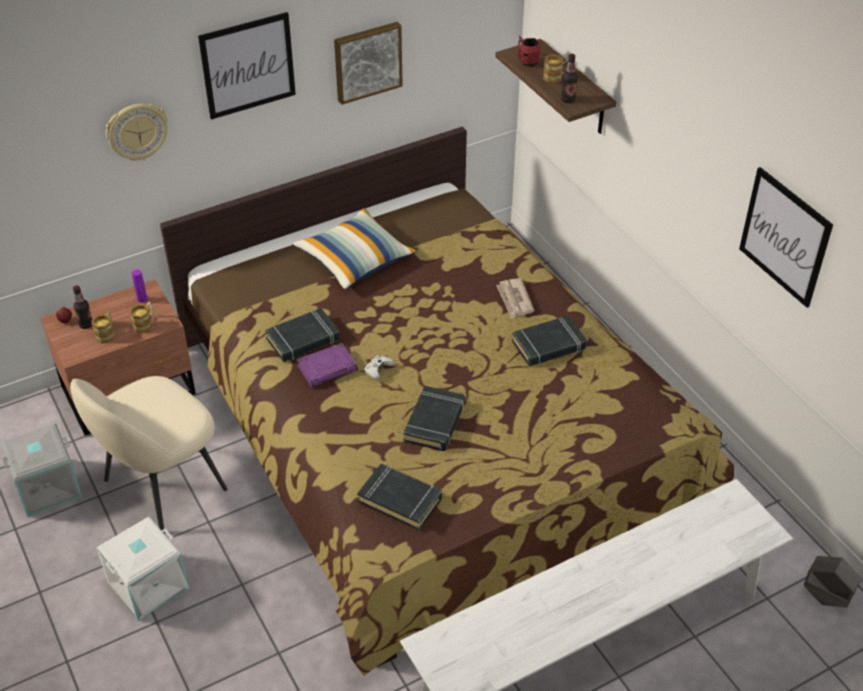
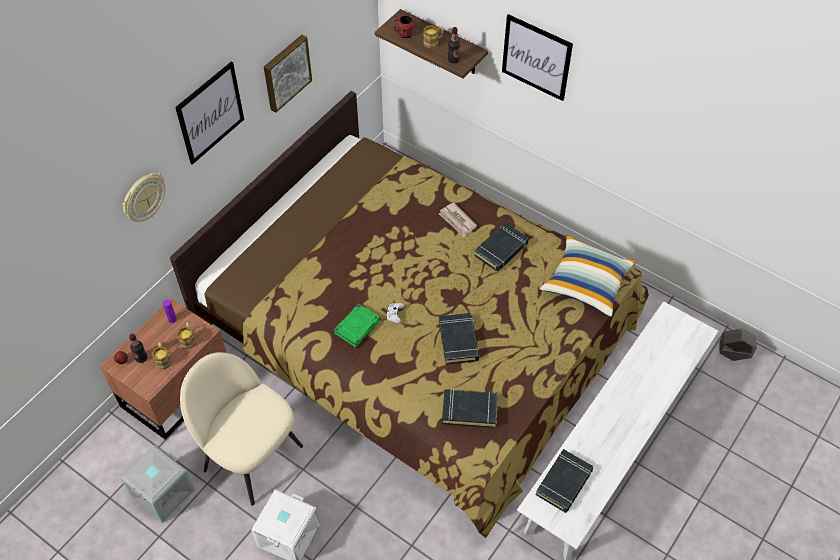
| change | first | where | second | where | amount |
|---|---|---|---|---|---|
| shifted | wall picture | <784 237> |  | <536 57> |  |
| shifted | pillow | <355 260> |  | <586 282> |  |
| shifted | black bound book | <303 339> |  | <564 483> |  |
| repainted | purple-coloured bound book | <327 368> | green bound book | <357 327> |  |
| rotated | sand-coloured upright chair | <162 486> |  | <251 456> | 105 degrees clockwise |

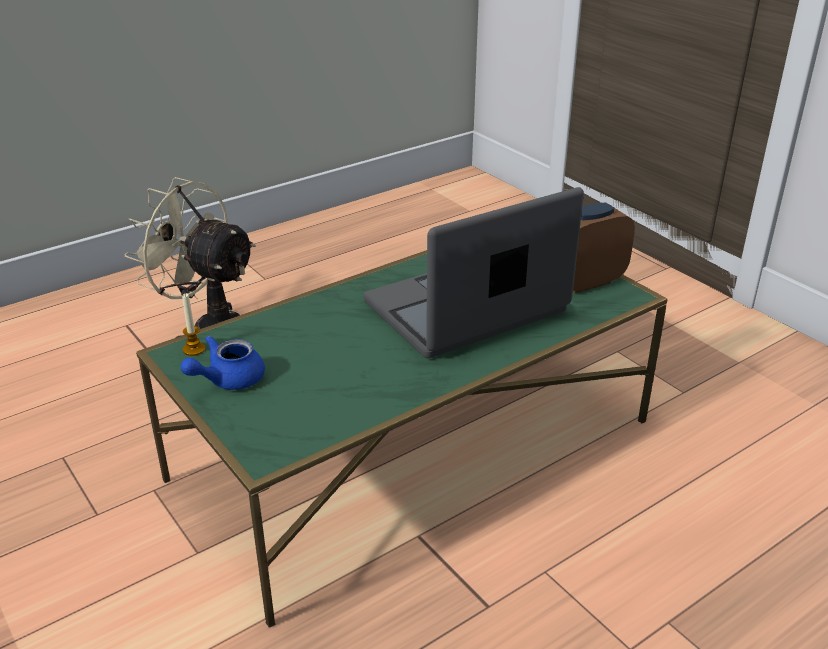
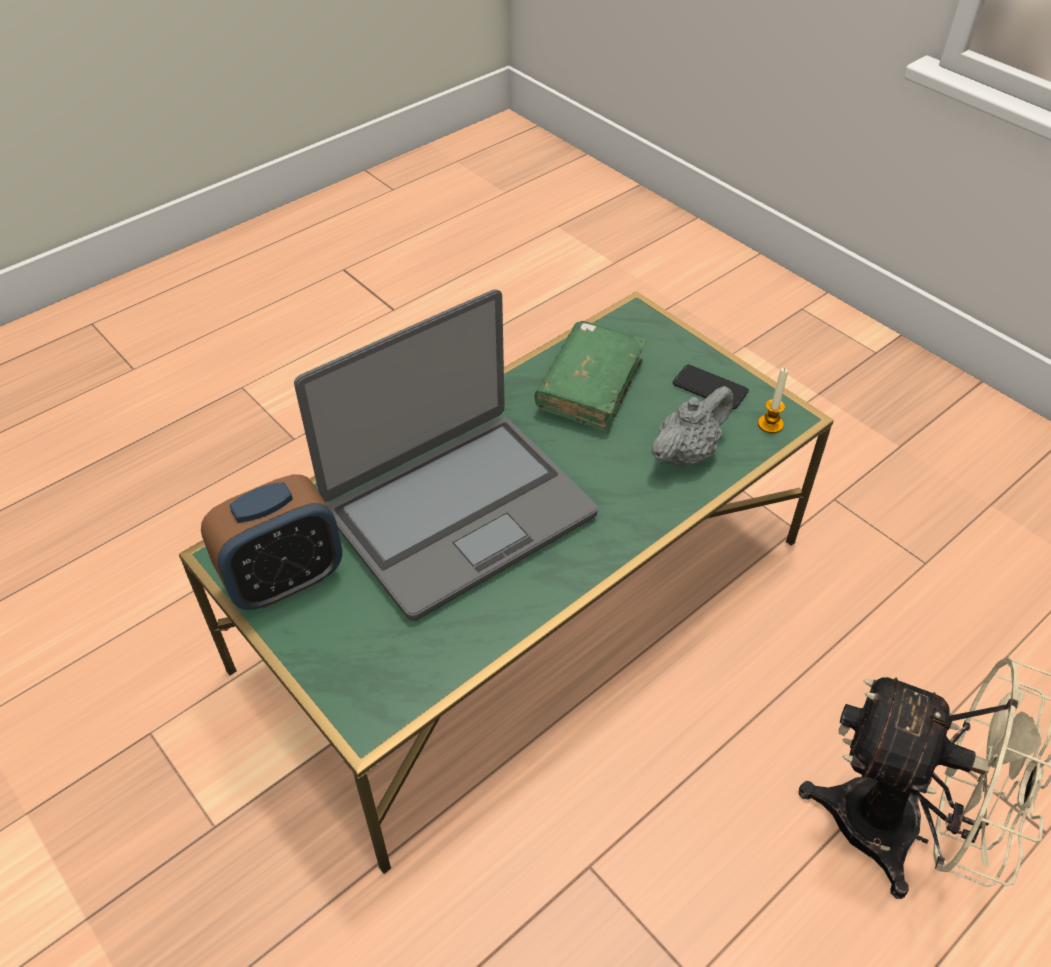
| change | first | where | second | where | amount |
|---|---|---|---|---|---|
| swapped | blue teapot | <228 380> | handset | <710 388> |  |
| new |  |  | green bound book | <590 387> |  |
| new |  |  | gray teapot | <687 453> |  |

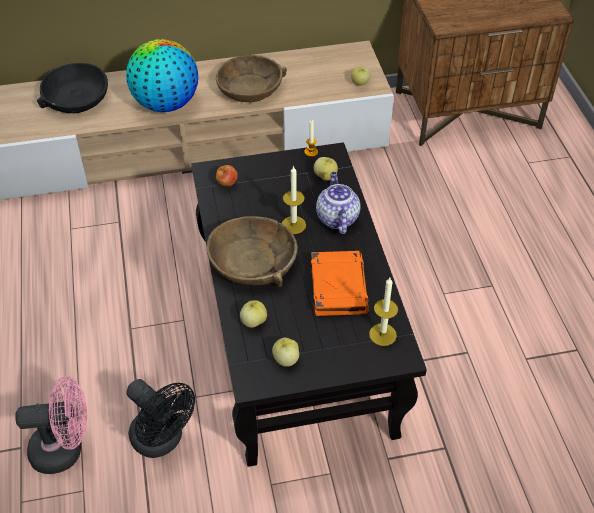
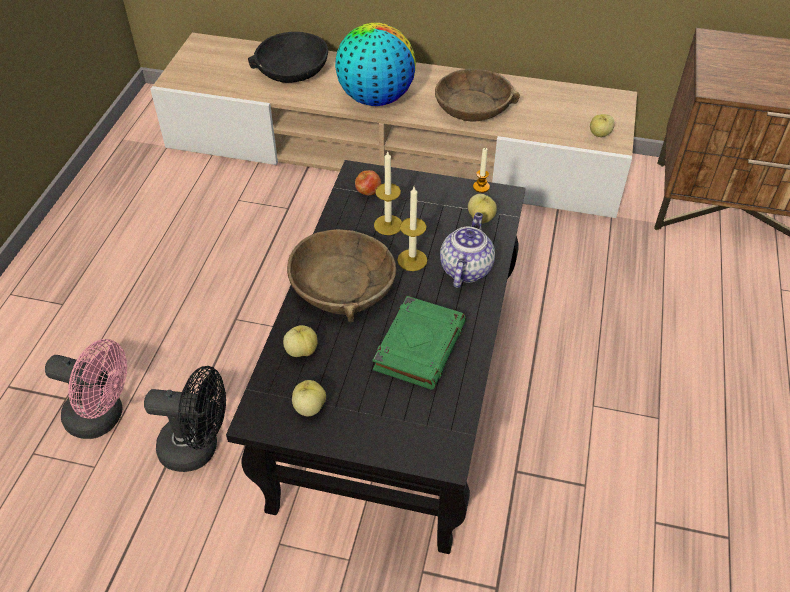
| change | first | where | second | where | amount |
|---|---|---|---|---|---|
| repainted | orangey bound book | <338 286> | green bound book | <419 346> |  |
| shifted | wax candle | <382 334> |  | <388 225> |  |
| rotated | black fan | <162 440> |  | <198 448> | 60 degrees counterclockwise |

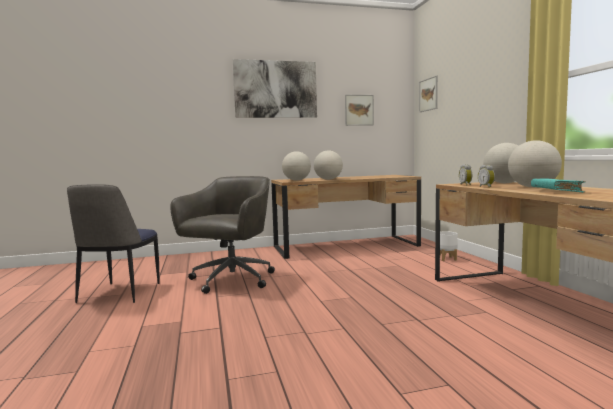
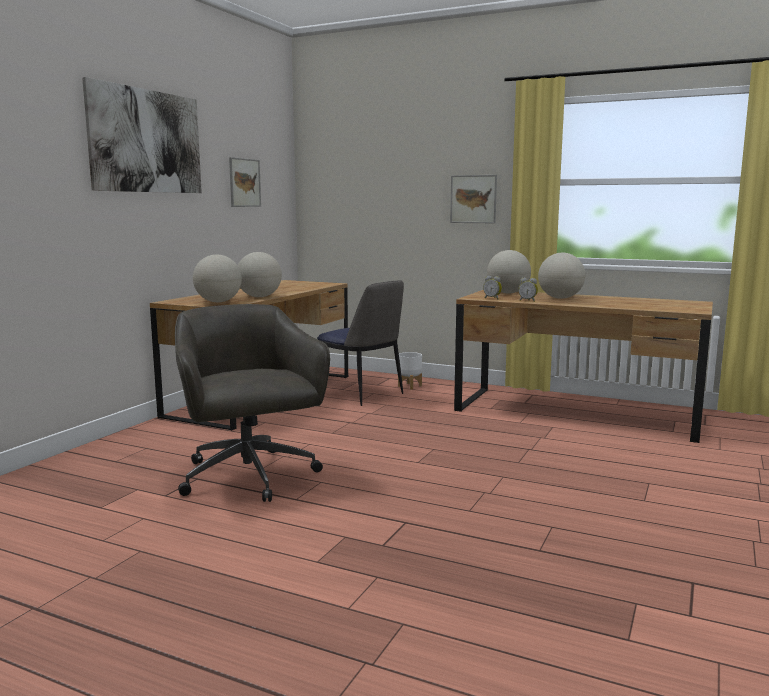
| change | first | where | second | where | amount |
|---|---|---|---|---|---|
| shifted | wall picture | <428 94> |  | <473 199> |  |
| gone | blue-green bound book | <556 191> |  |  |  |
| shifted | upright chair | <119 293> |  | <362 395> |  |

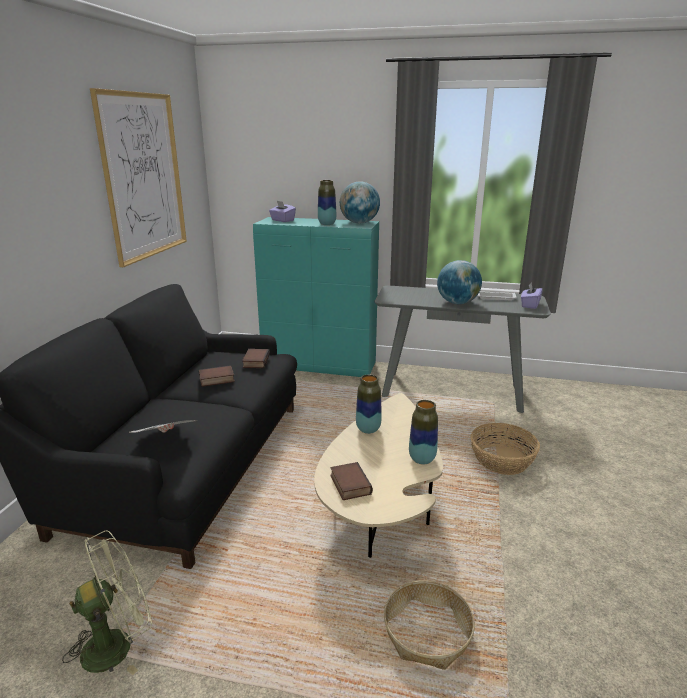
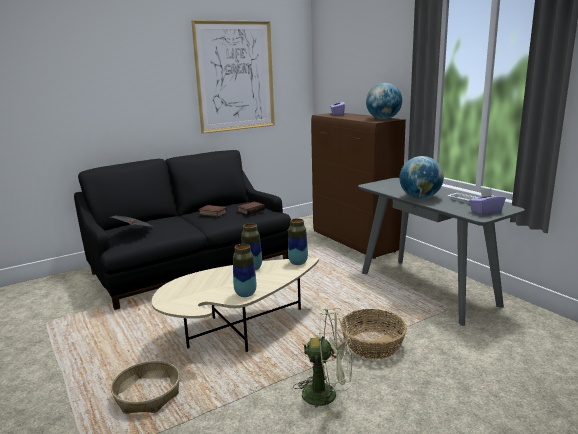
| change | first | where | second | where | amount |
|---|---|---|---|---|---|
| shifted | decorative vase | <327 224> |  | <298 262> |  |
| repainted | blue-green storage cabinet | <320 366> | brownish storage cabinet | <355 242> |  |
| gone | bound book | <349 484> |  |  |  |
| shifted | green fan | <117 643> |  | <327 394> |  |

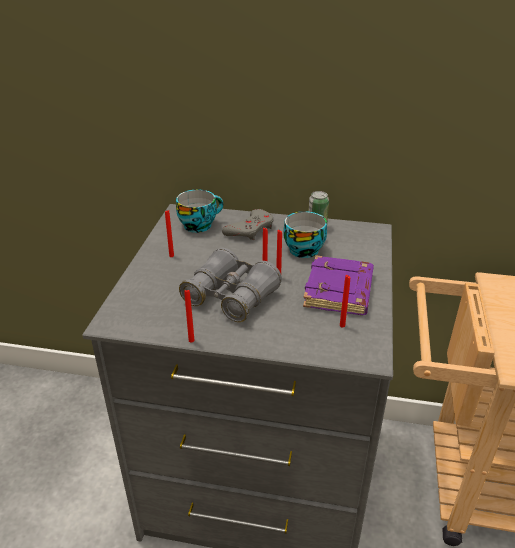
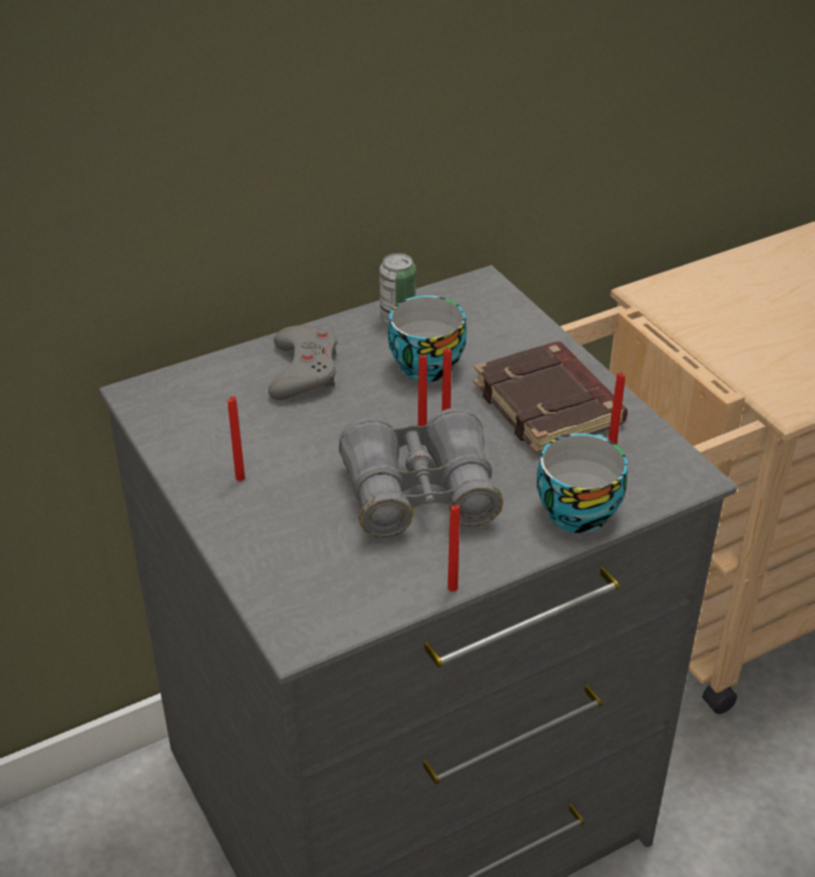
| change | first | where | second | where | amount |
|---|---|---|---|---|---|
| shifted | drinking cup | <199 225> |  | <577 508> |  |
| repainted | purple-coloured bound book | <339 291> | brownish bound book | <550 405> |  |

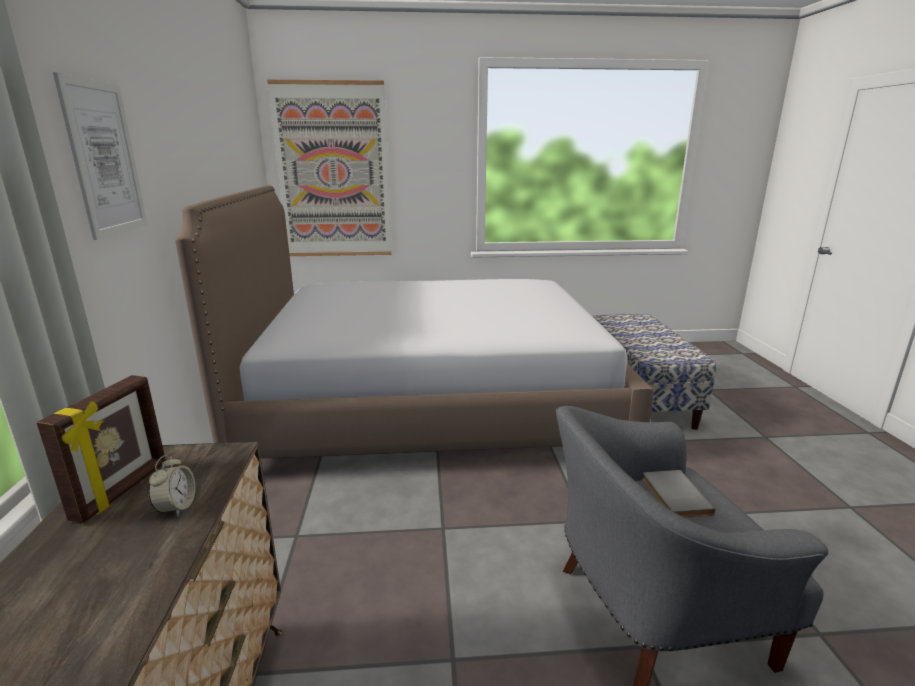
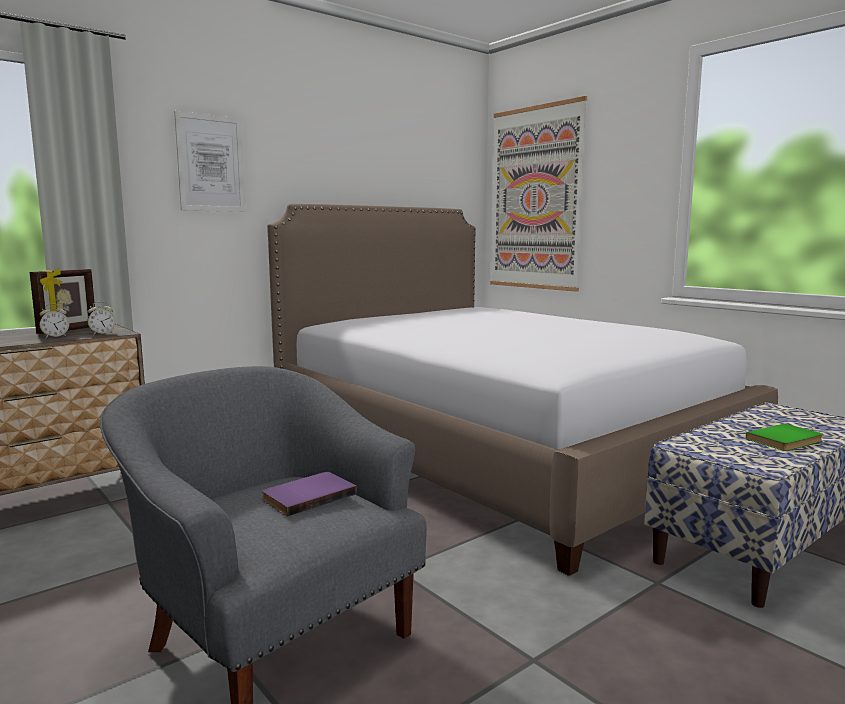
| change | first | where | second | where | amount |
|---|---|---|---|---|---|
| rotated | photo frame | <123 490> |  | <68 330> | 45 degrees counterclockwise |
| repainted | gray bound book | <673 496> | purple-coloured bound book | <307 496> |  |
| new |  |  | table clock | <102 334> |  |
| new |  |  | green bound book | <786 441> |  |

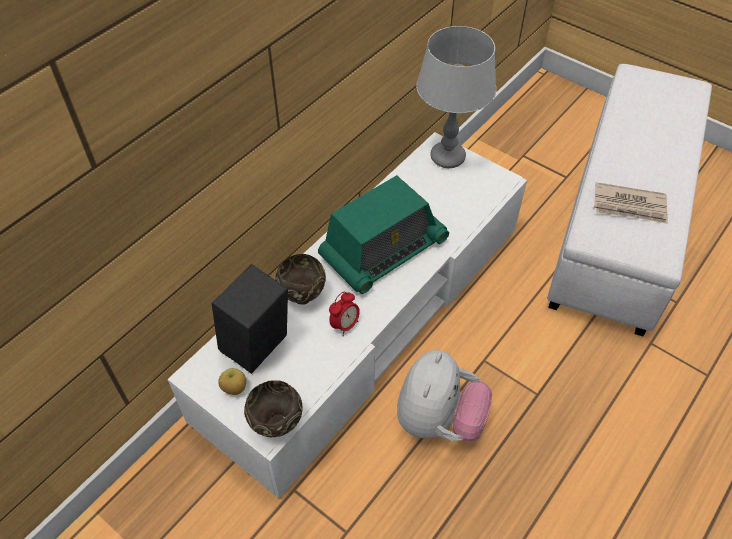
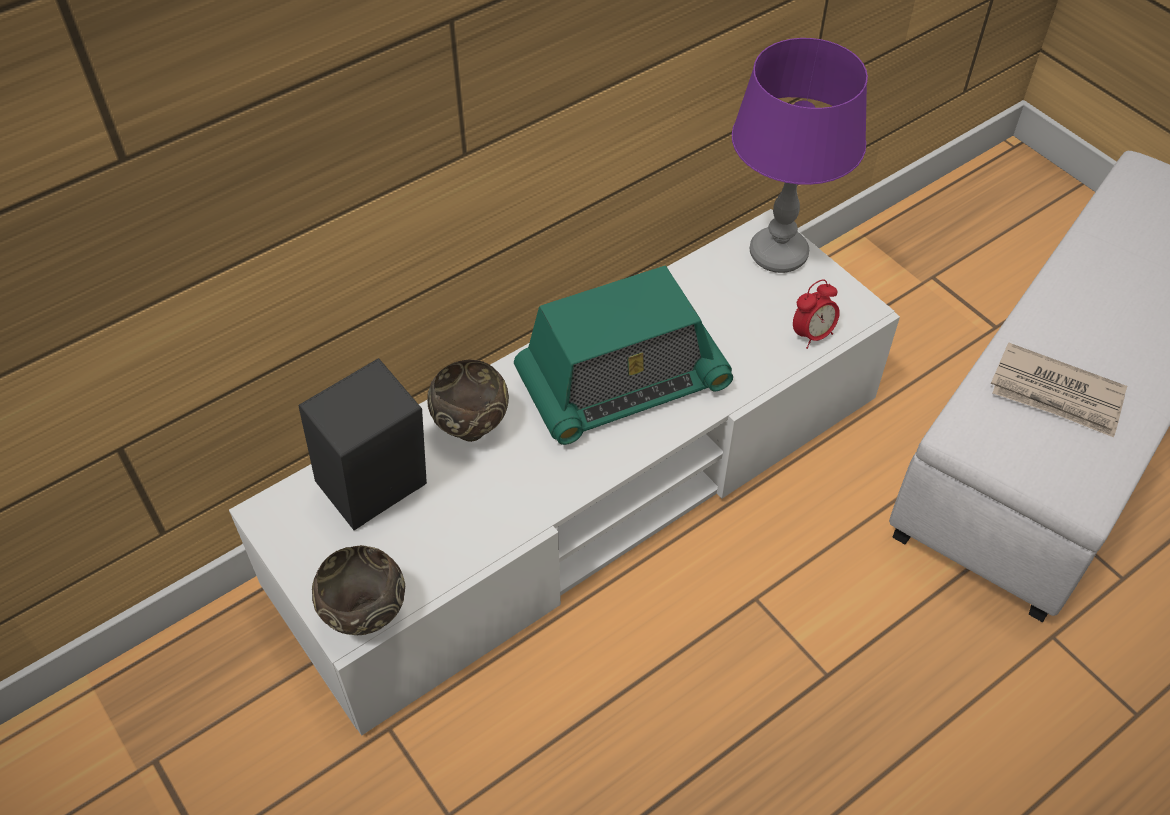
| change | first | where | second | where | amount |
|---|---|---|---|---|---|
| repainted | gray tabletop lamp | <448 157> | purple-coloured tabletop lamp | <779 254> |  |
| shifted | table clock | <345 325> |  | <812 335> |  |
| gone | cuddly toy | <438 419> |  |  |  |
| gone | whole apple | <234 389> |  |  |  |

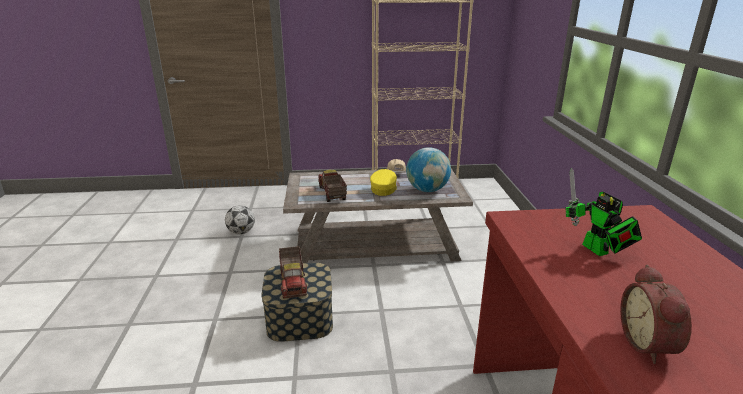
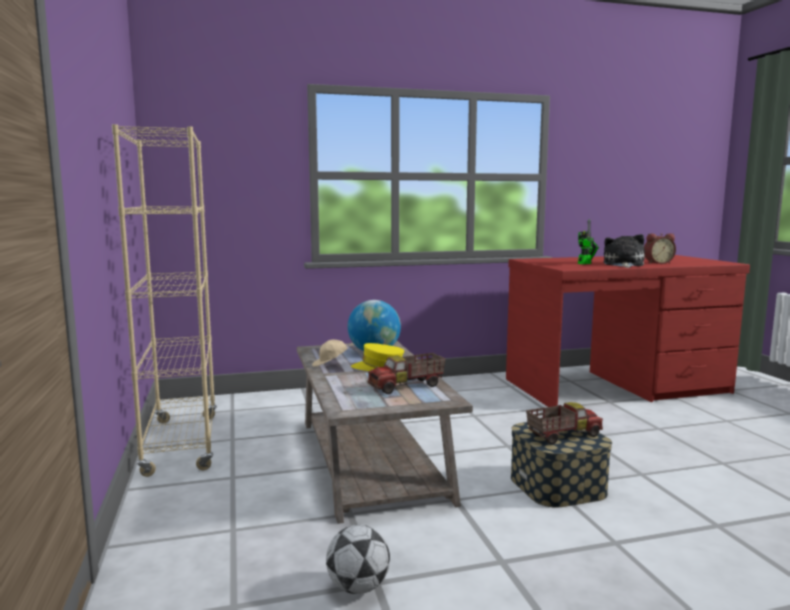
| change | first | where | second | where | amount |
|---|---|---|---|---|---|
| new |  |  | cuddly toy | <623 264> |  |

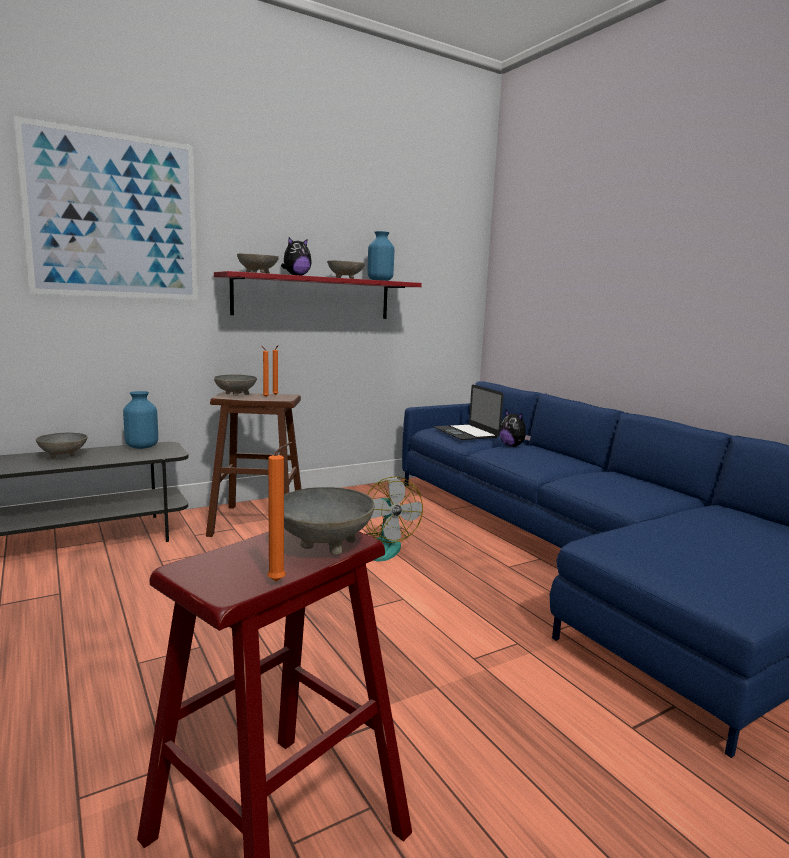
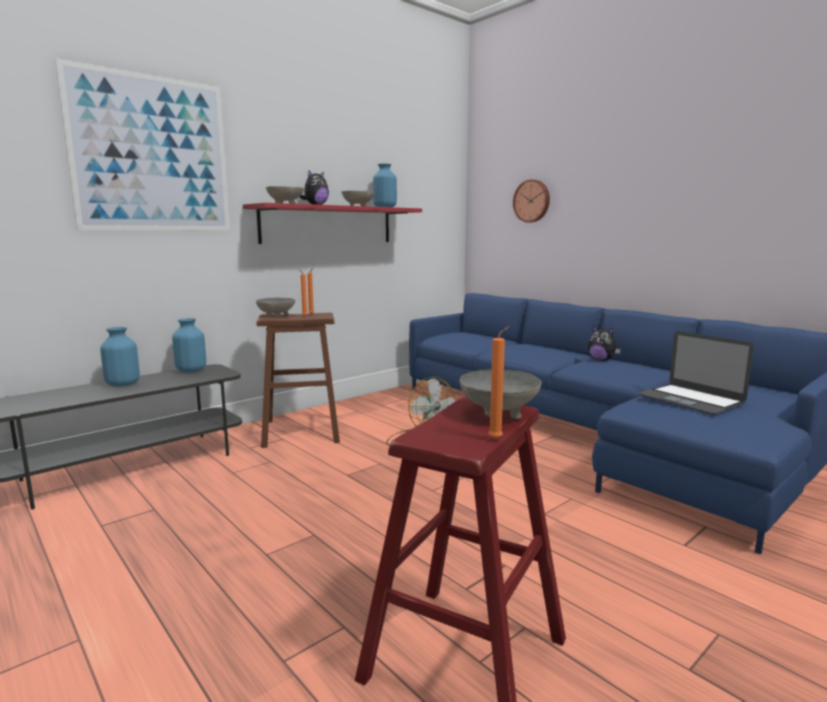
| change | first | where | second | where | amount |
|---|---|---|---|---|---|
| shifted | portable computer | <466 432> |  | <690 399> |  |
| shifted | cuddly toy | <512 446> |  | <601 360> |  |
| swapped | gray bowl | <63 456> | blue decorative vase | <122 384> |  |
| new |  |  | wall clock | <532 201> |  |

